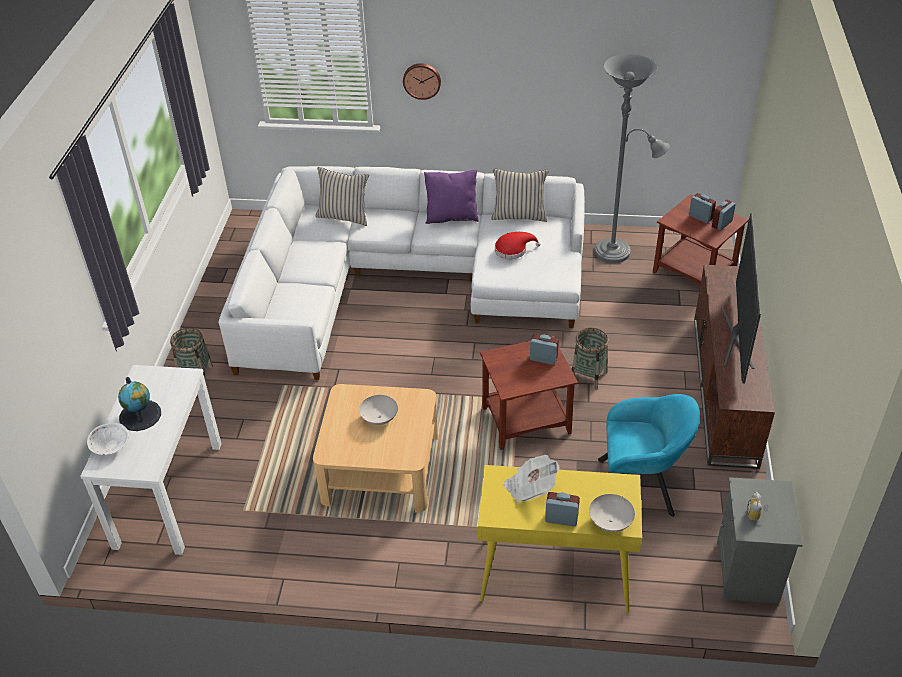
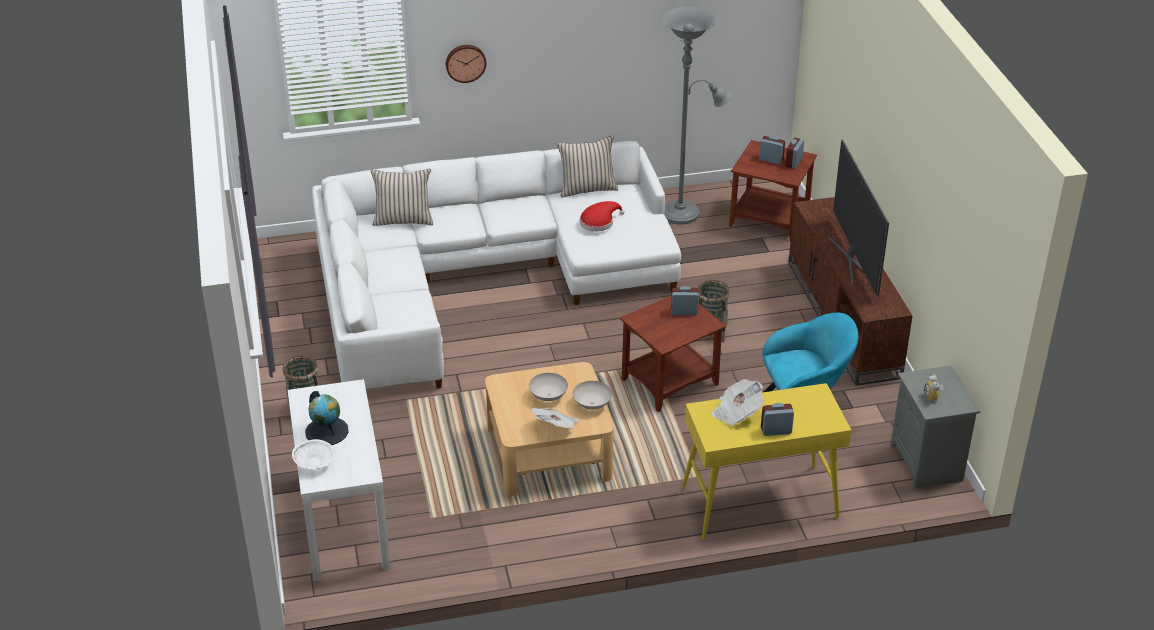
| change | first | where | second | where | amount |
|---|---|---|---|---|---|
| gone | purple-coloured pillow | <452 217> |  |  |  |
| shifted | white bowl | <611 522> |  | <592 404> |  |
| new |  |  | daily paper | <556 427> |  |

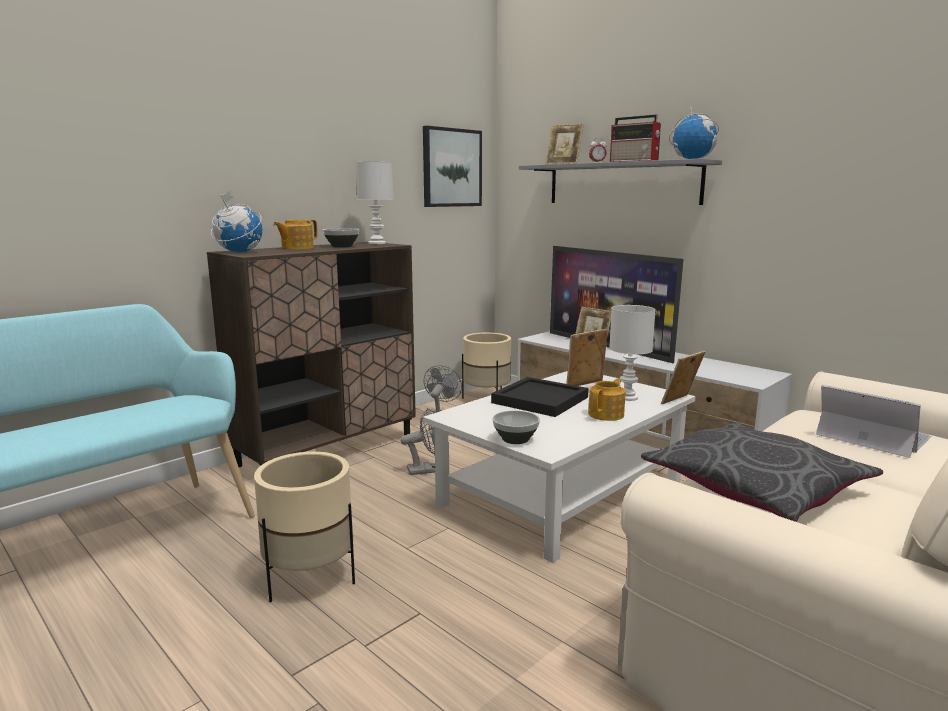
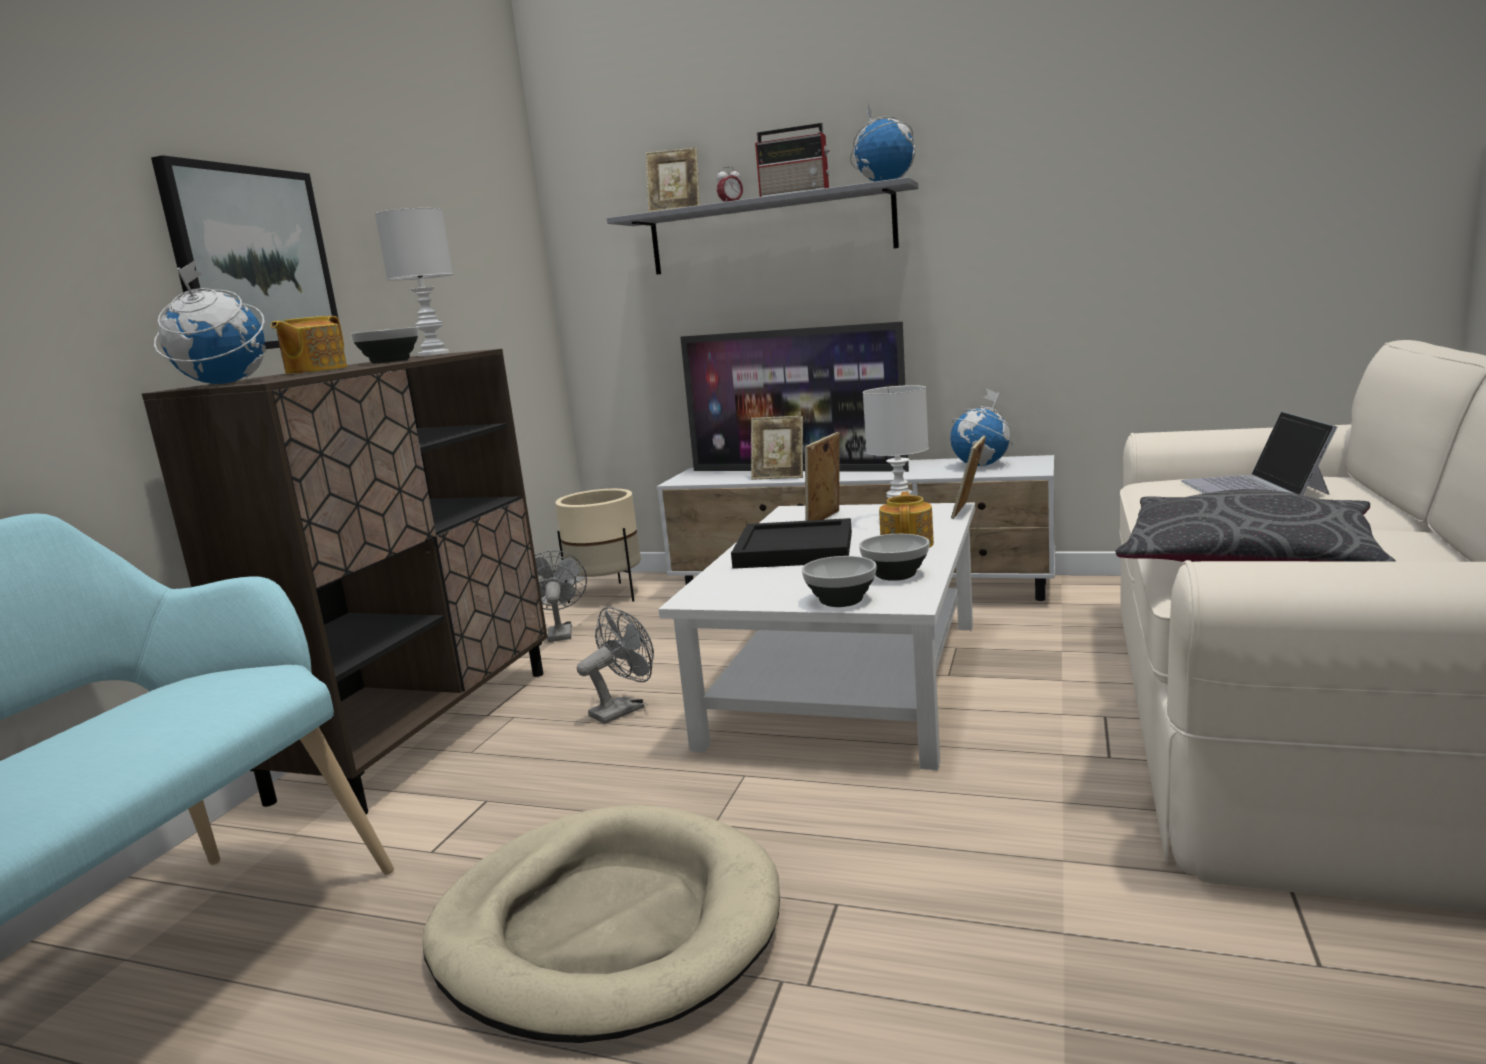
| change | first | where | second | where | amount |
|---|---|---|---|---|---|
| shifted | wall picture | <451 168> |  | <252 260> |  |
| rotated | portable computer | <871 436> |  | <1253 487> | 105 degrees counterclockwise |
| swapped | sand-coloured plant pot | <310 579> | sand-coloured pet bed | <607 927> |  |
| new |  |  | globe | <982 465> |  |
| new |  |  | bowl | <896 575> |  |

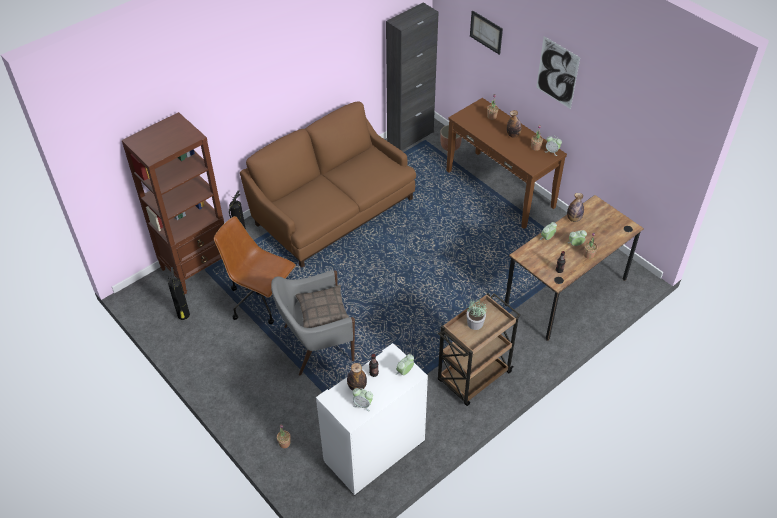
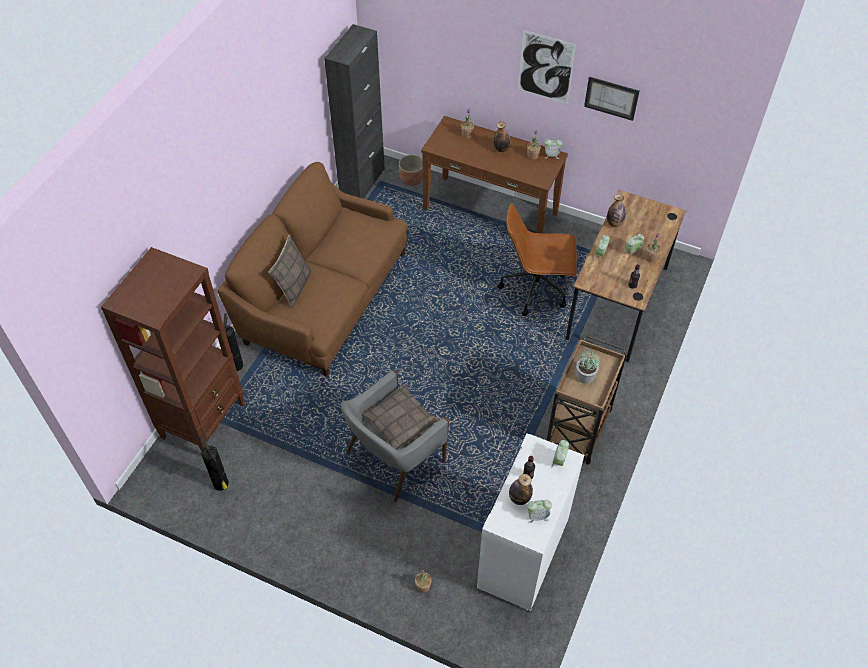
| change | first | where | second | where | amount |
|---|---|---|---|---|---|
| shifted | wall picture | <486 32> |  | <611 98> |  |
| shifted | brownish desk chair | <261 301> |  | <536 289> |  |
| new |  |  | pillow | <294 287> |  |

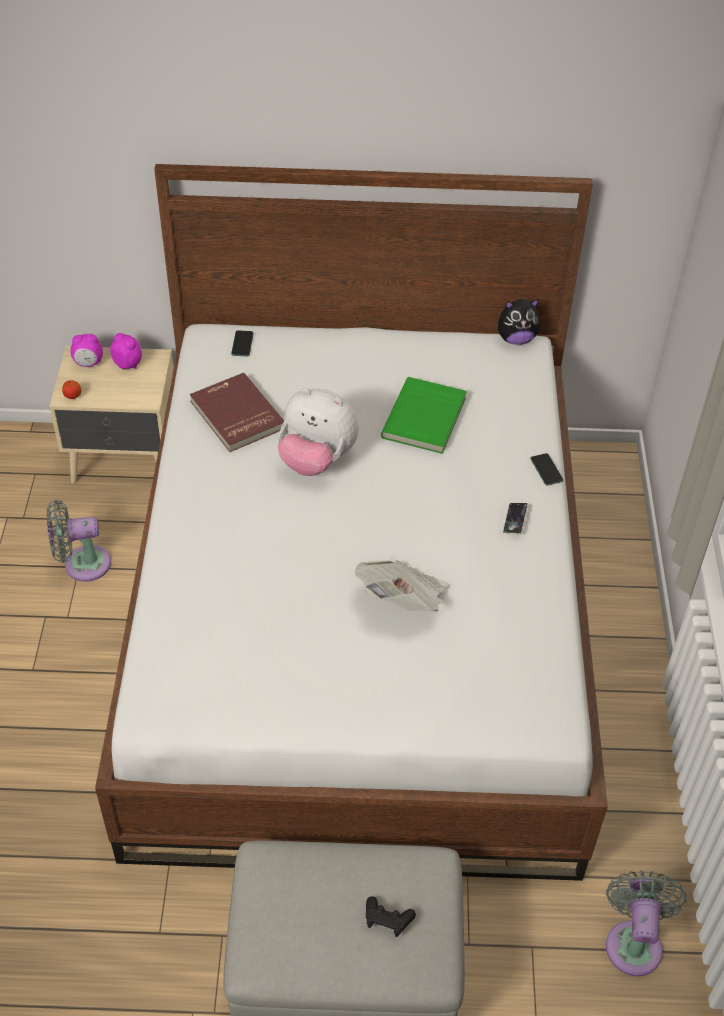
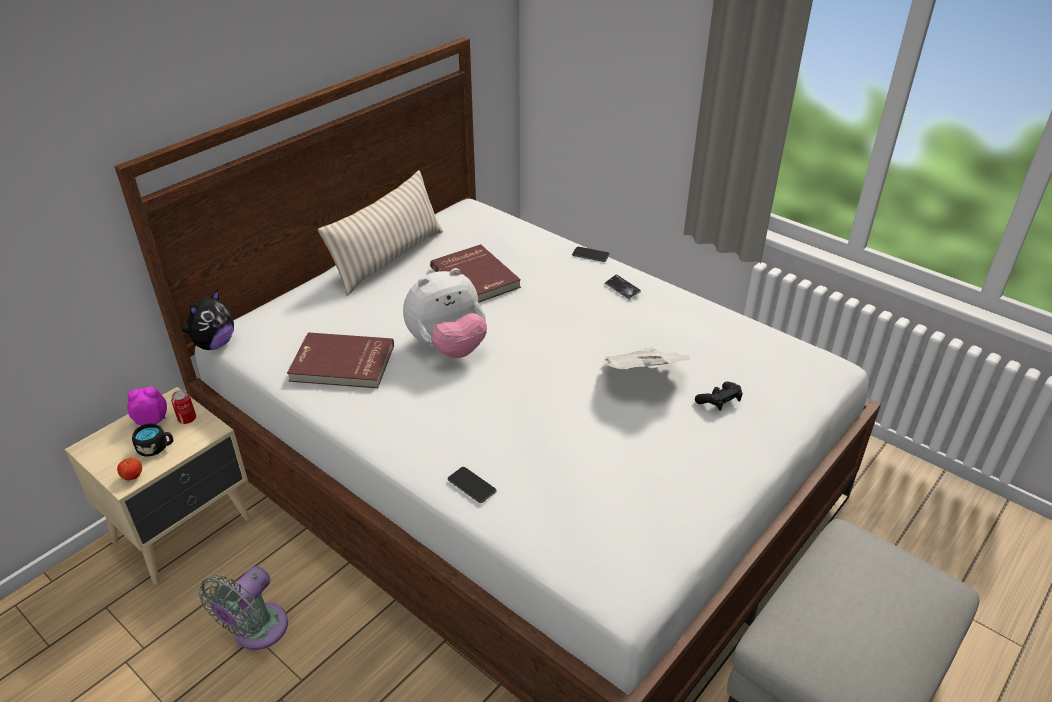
| change | first | where | second | where | amount |
|---|---|---|---|---|---|
| shifted | cuddly toy | <516 339> |  | <214 344> |  |
| shifted | handset | <242 344> |  | <471 485> |  |
| gone | table clock | <89 363> |  |  |  |
| repainted | green bound book | <426 418> | reddish bound book | <476 277> |  |
| gone | gray fan | <634 941> |  |  |  |
| shifted | black game controller | <387 920> |  | <719 401> |  |
| new |  |  | sand-coloured pillow | <388 259> |  |
| new |  |  | sealed can | <187 419> |  |
| new |  |  | black coffee mug | <156 448> |  |

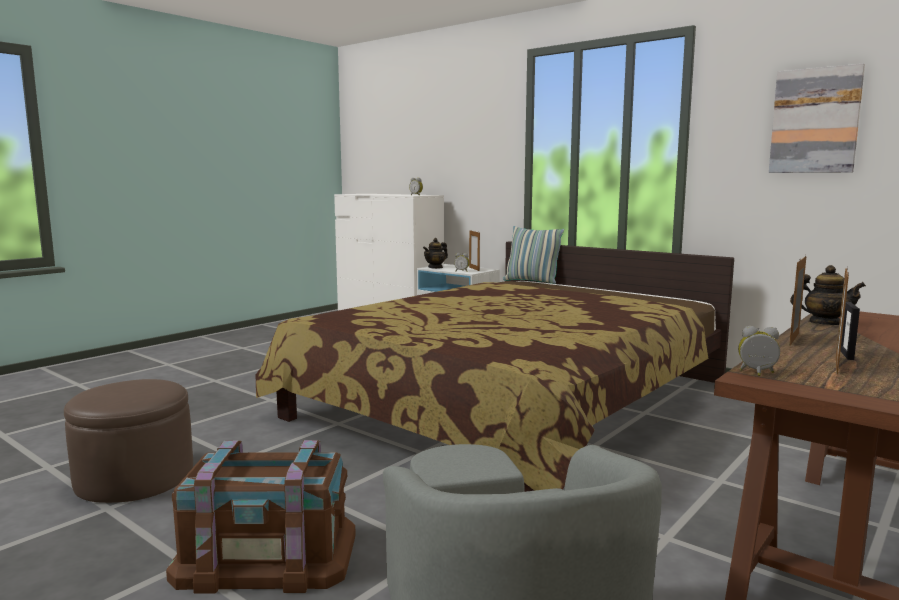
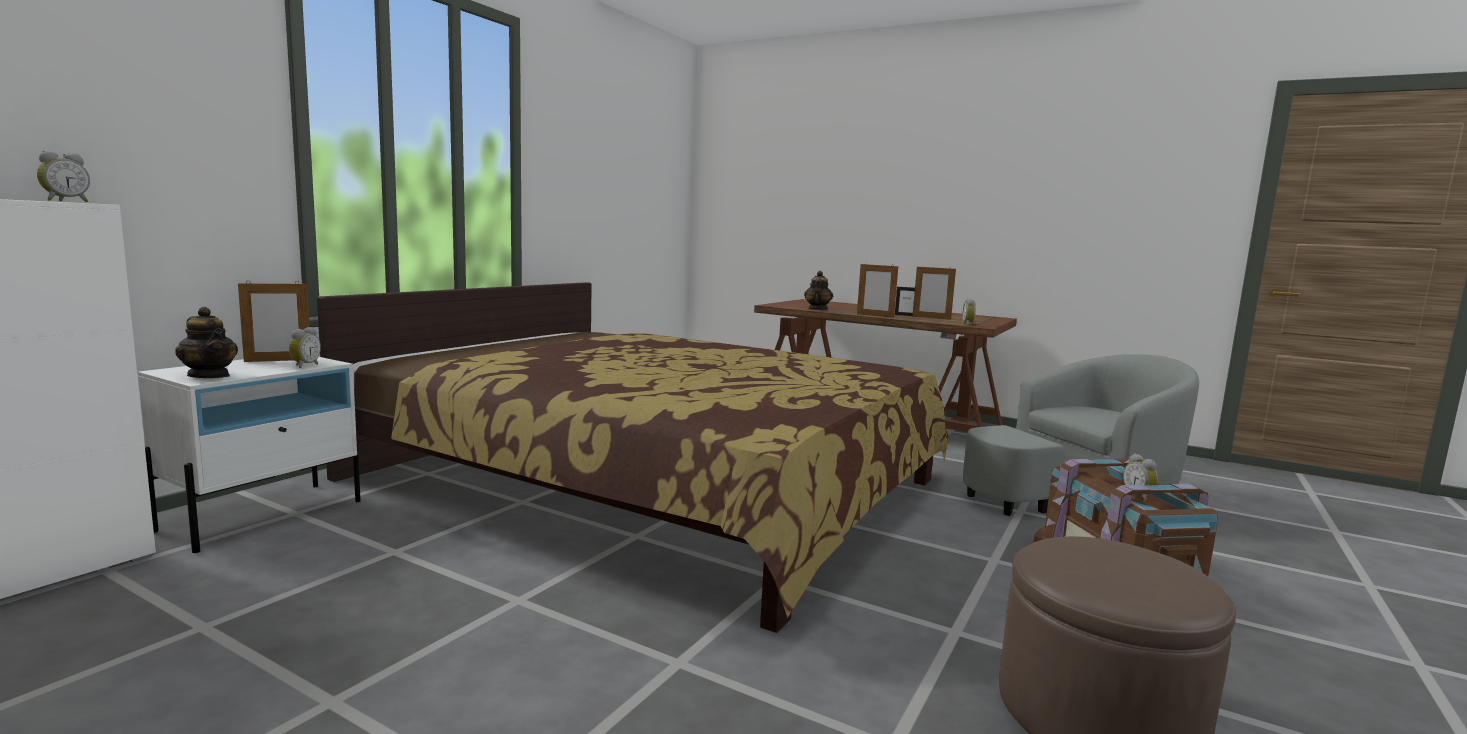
| change | first | where | second | where | amount |
|---|---|---|---|---|---|
| gone | wall picture | <815 121> |  |  |  |
| gone | pillow | <531 281> |  |  |  |
| new |  |  | table clock | <1139 496> |  |

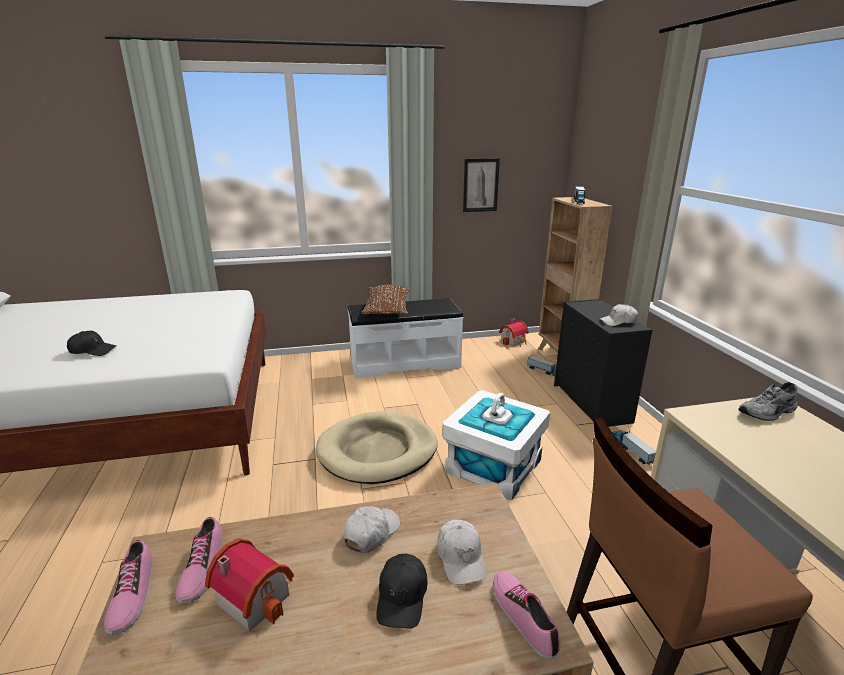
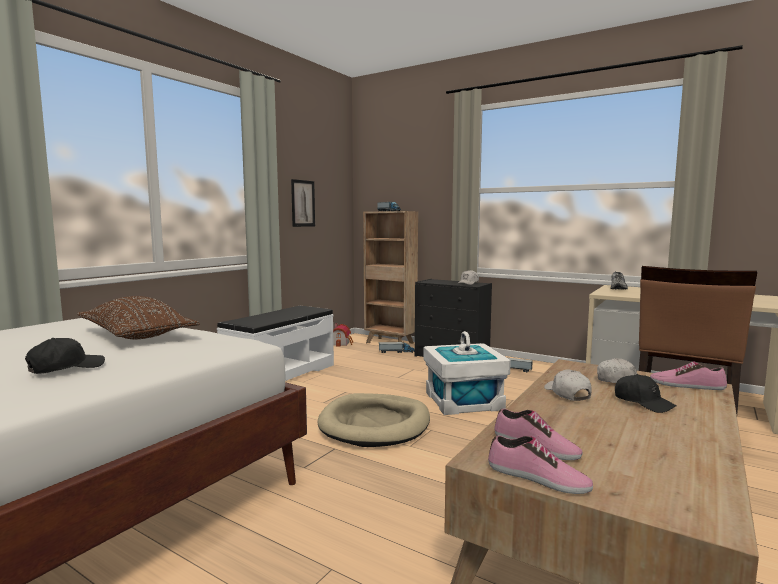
| change | first | where | second | where | amount |
|---|---|---|---|---|---|
| shifted | brownish pillow | <387 309> |  | <136 335> |  |
| gone | miniature house | <256 596> |  |  |  |

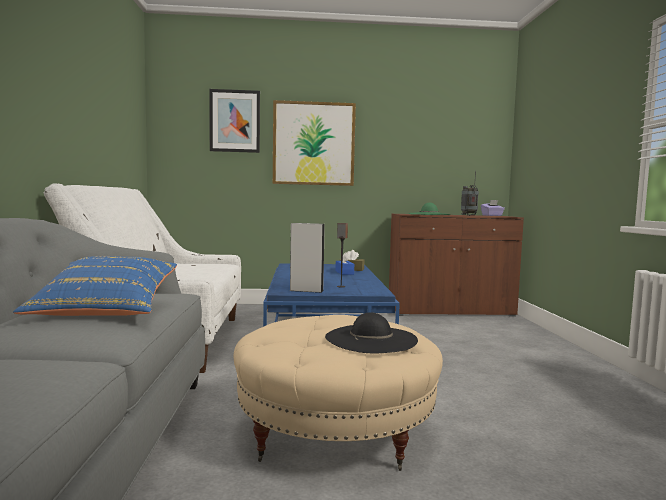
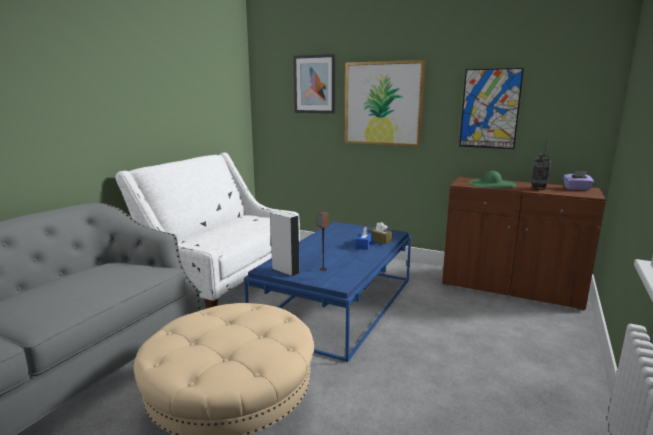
| change | first | where | second | where | amount |
|---|---|---|---|---|---|
| gone | blue pillow | <106 310> |  |  |  |
| gone | black clothing hat | <371 339> |  |  |  |
| new |  |  | wall picture | <490 109> |  |

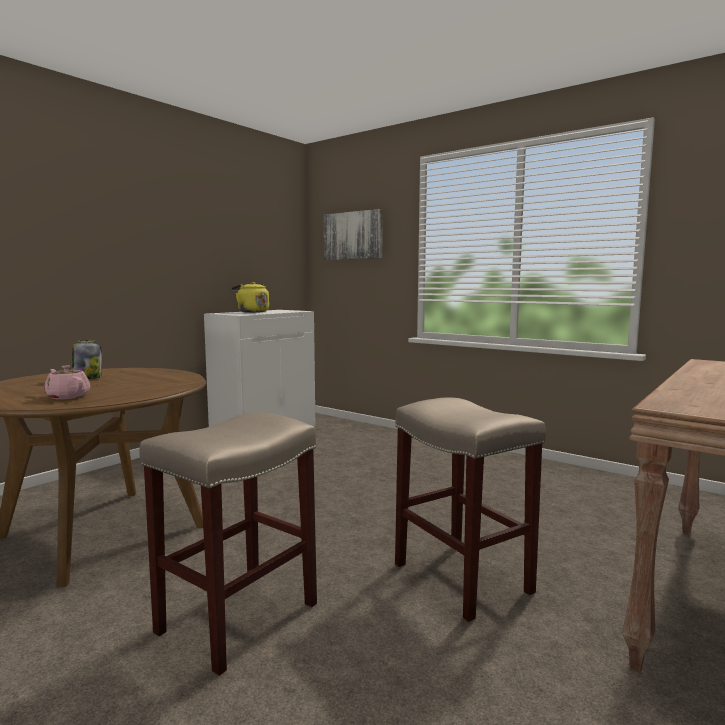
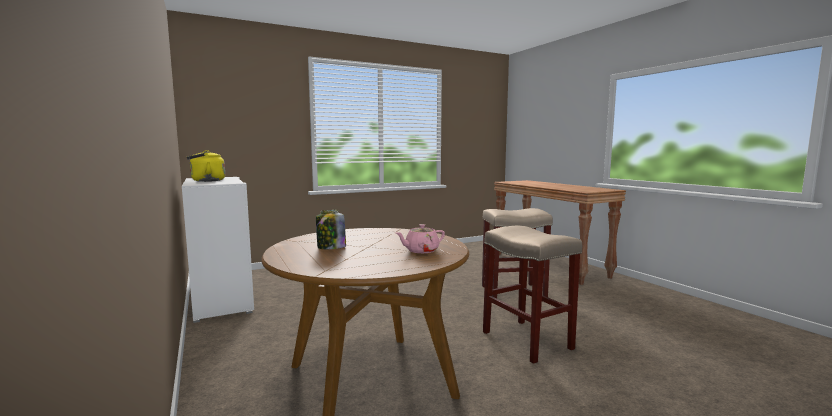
| change | first | where | second | where | amount |
|---|---|---|---|---|---|
| gone | wall picture | <353 235> |  |  |  |

